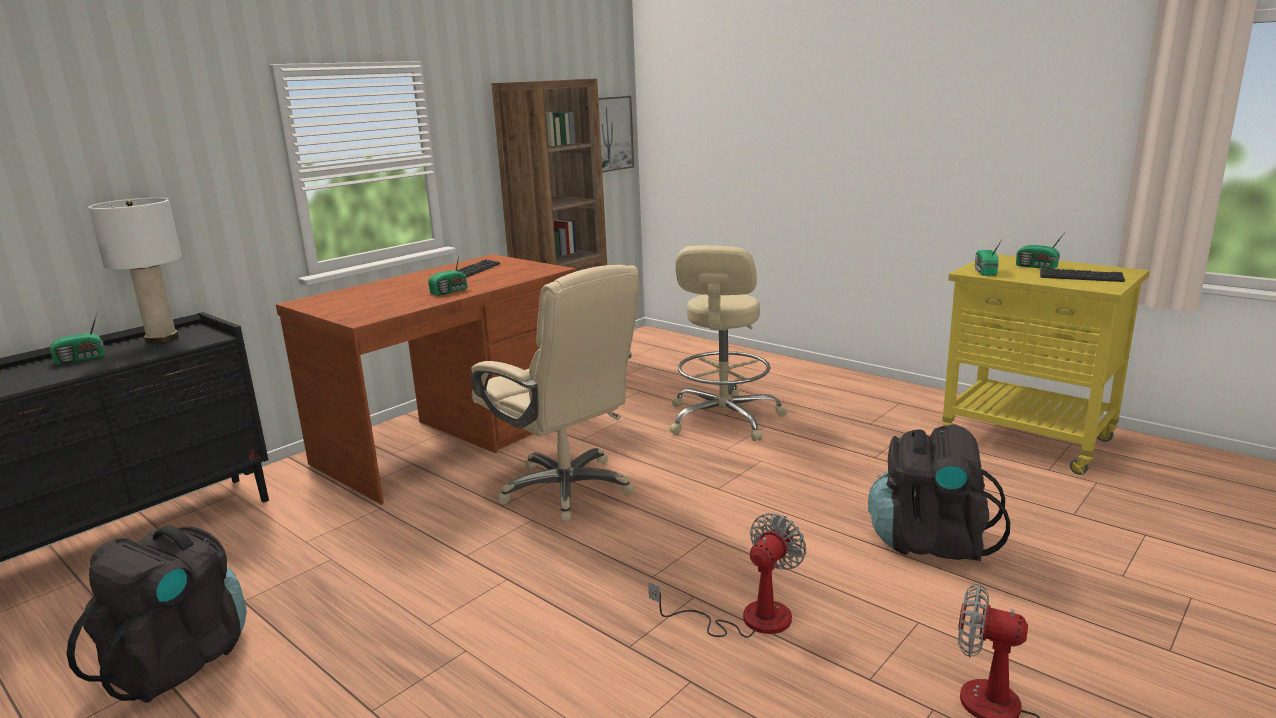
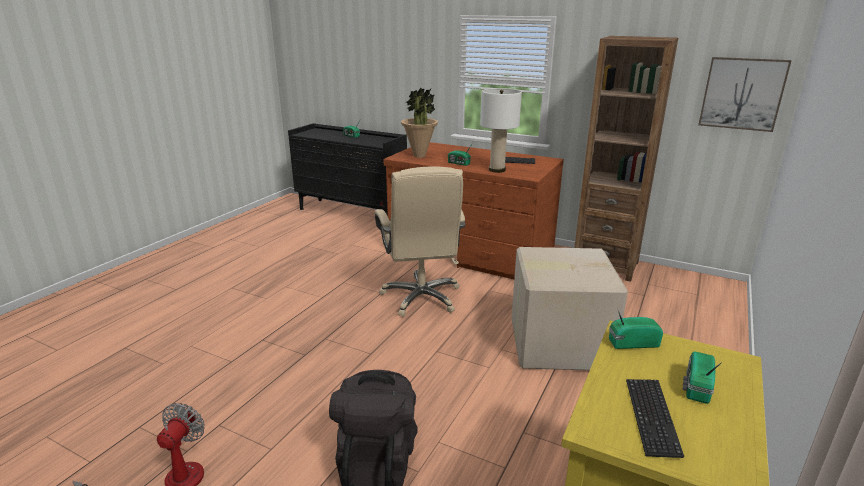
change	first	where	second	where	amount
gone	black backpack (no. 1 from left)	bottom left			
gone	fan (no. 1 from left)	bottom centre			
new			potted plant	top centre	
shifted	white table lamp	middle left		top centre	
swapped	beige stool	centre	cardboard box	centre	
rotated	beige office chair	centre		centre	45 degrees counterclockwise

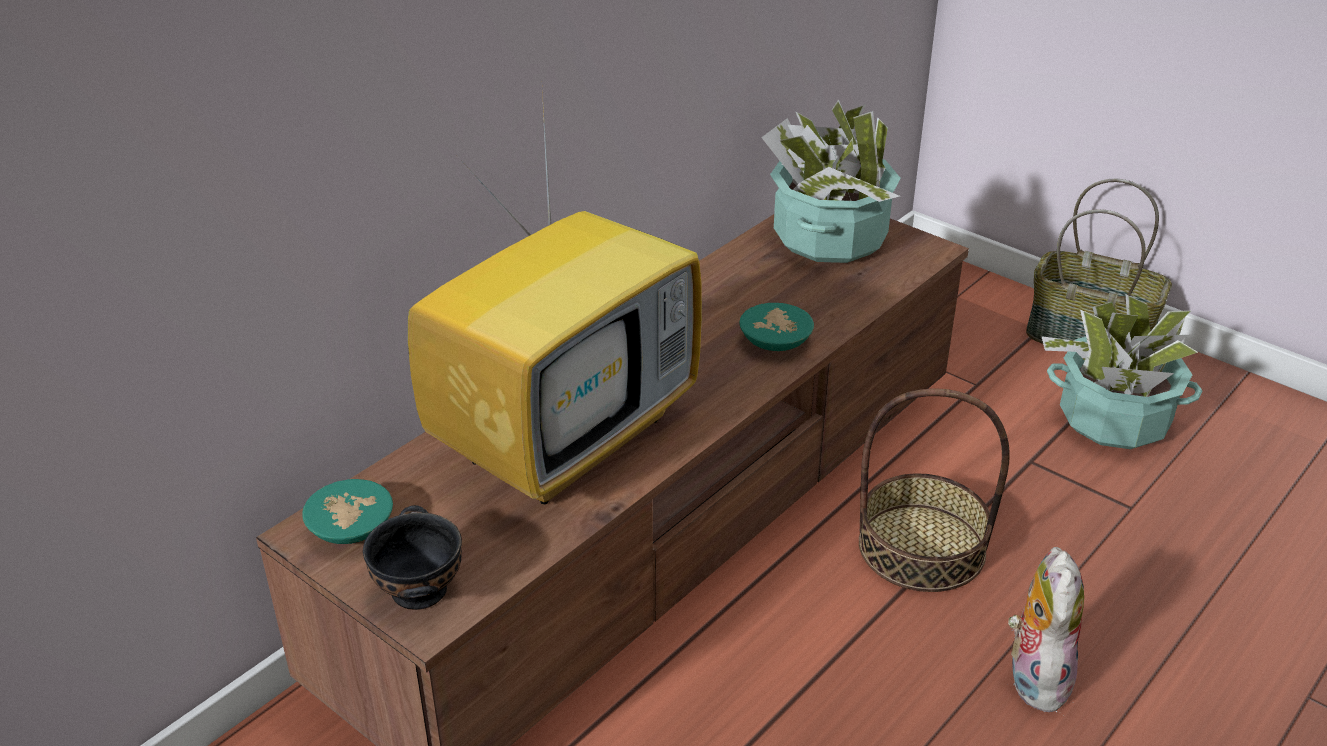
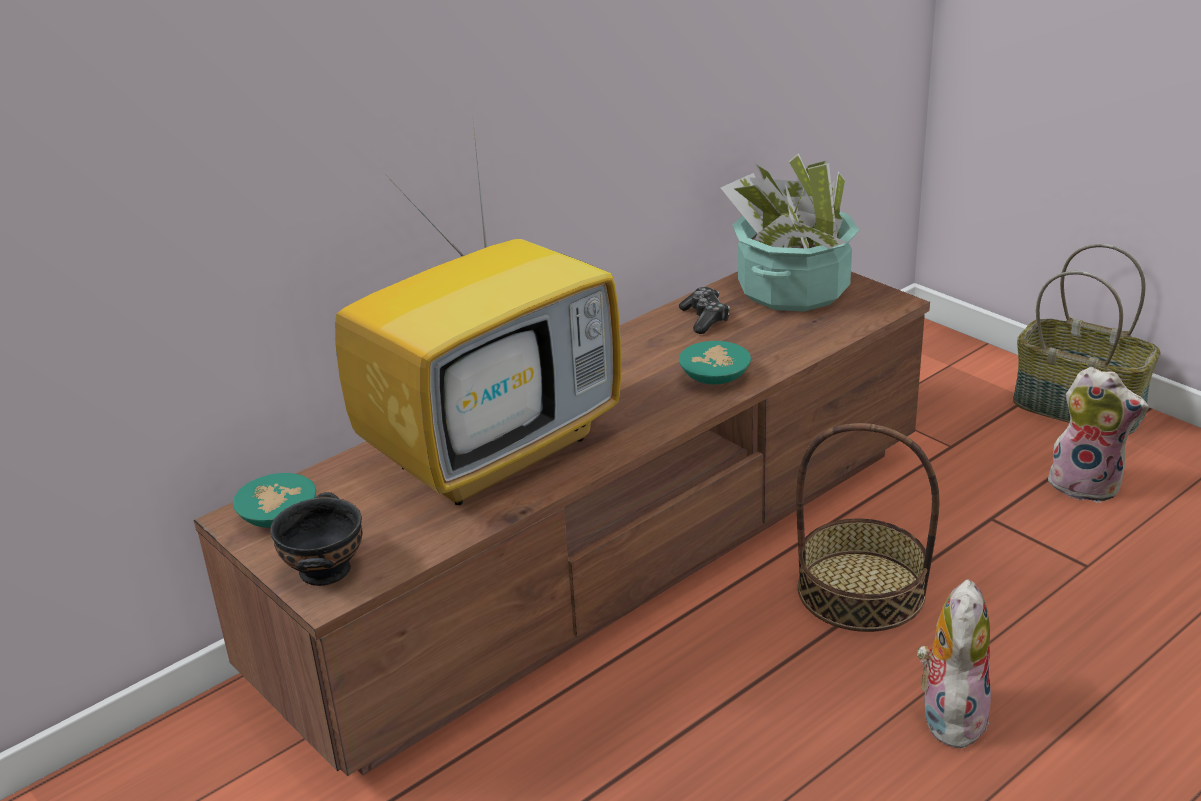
change	first	where	second	where	amount
new			game controller	centre	
swapped	potted plant (no. 2 from left)	middle right	plush toy (no. 2 from left)	middle right	

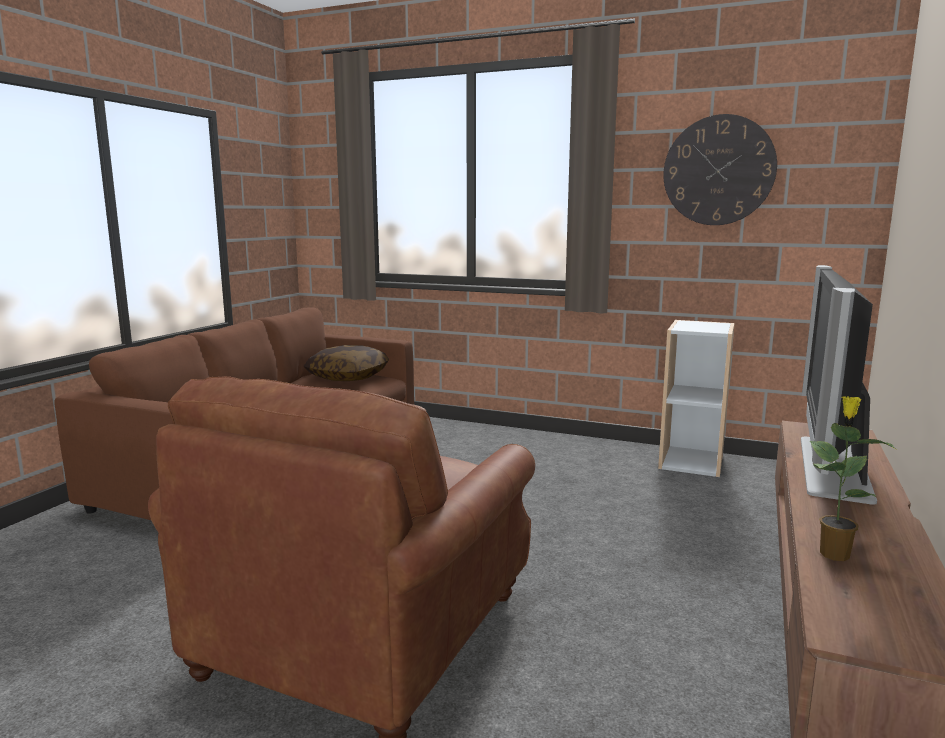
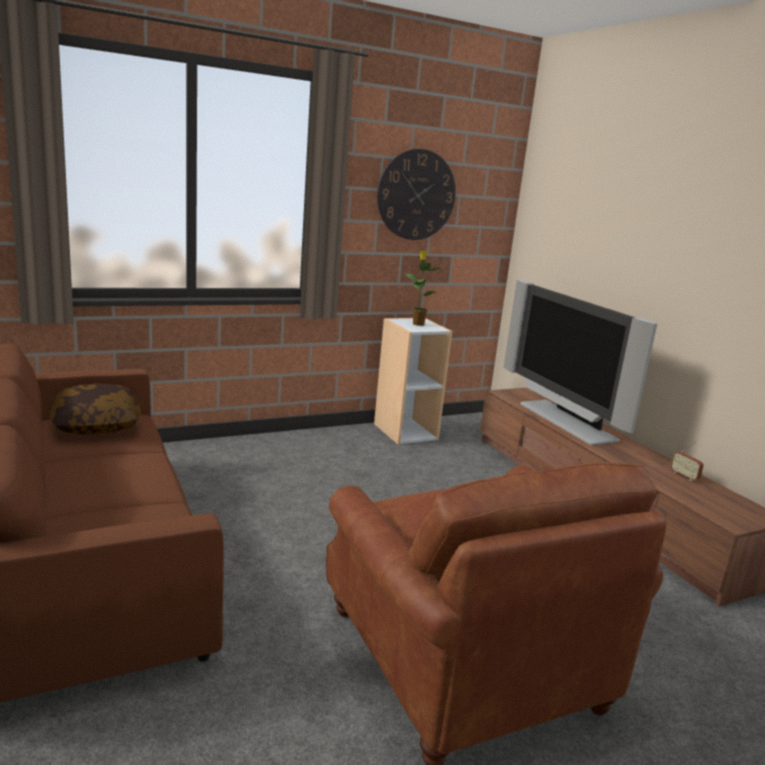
change	first	where	second	where	amount
new			radio	middle right	
shifted	potted plant	middle right		centre	

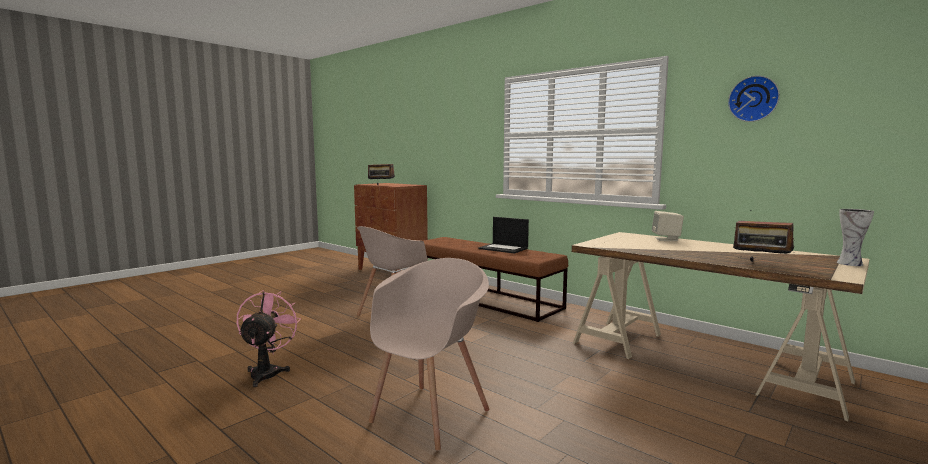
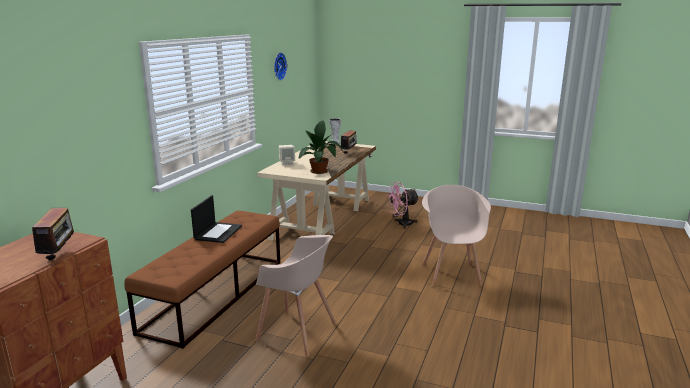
change	first	where	second	where	amount
new			potted plant	centre	
shifted	pink fan	bottom left		centre	
rotated	beige chair (no. 2 from left)	bottom centre		centre	75 degrees clockwise

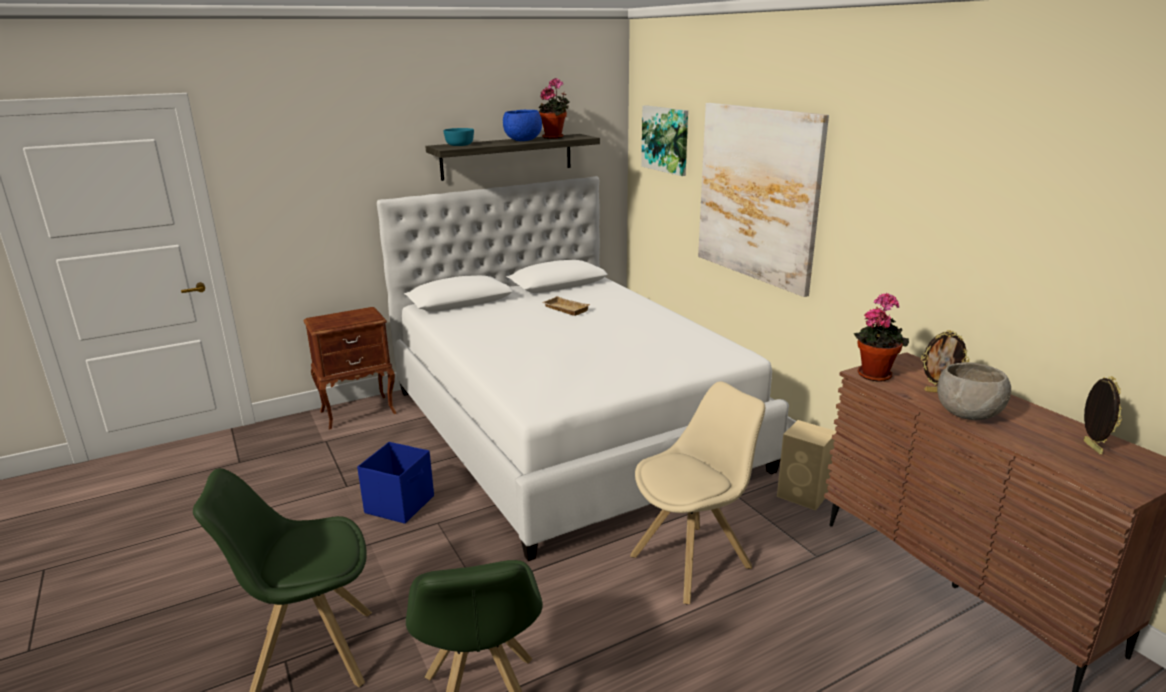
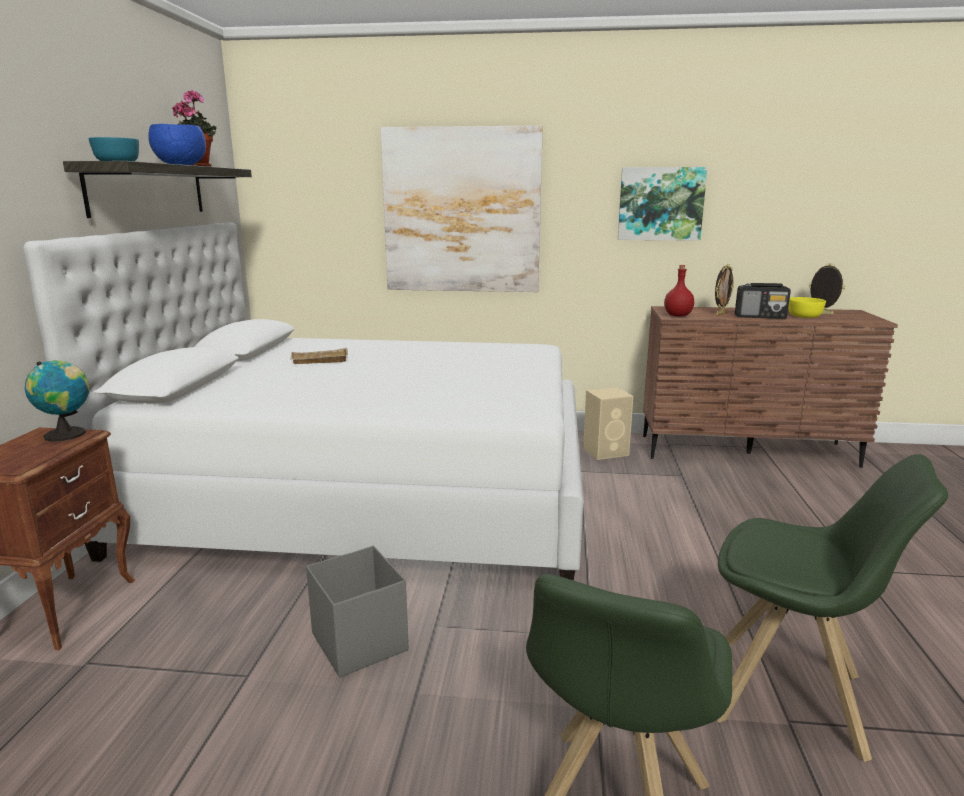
change	first	where	second	where	amount
gone	beige chair	bottom centre			
new			globe	middle left	
new			yellow bowl	middle right	
shifted	picture (no. 1 from left in the first image)	top centre	picture (no. 2 from left)	top right	
swapped	potted plant (no. 2 from left)	middle right	red bottle	middle right	
swapped	grey bowl	middle right	radio	middle right	
repainted	blue storage box	bottom centre	grey storage box	bottom centre	

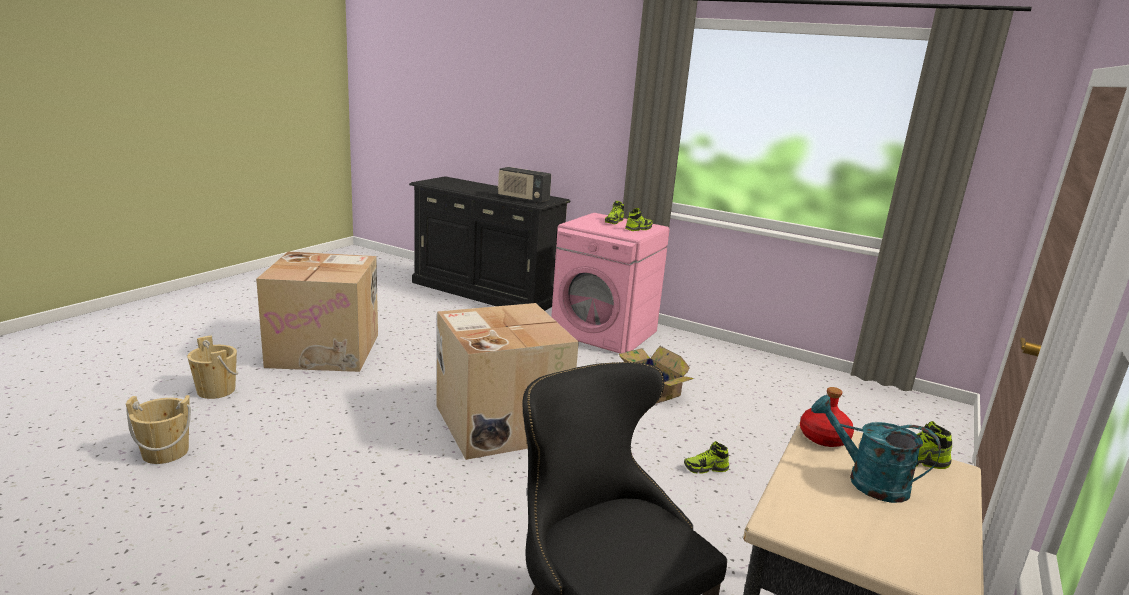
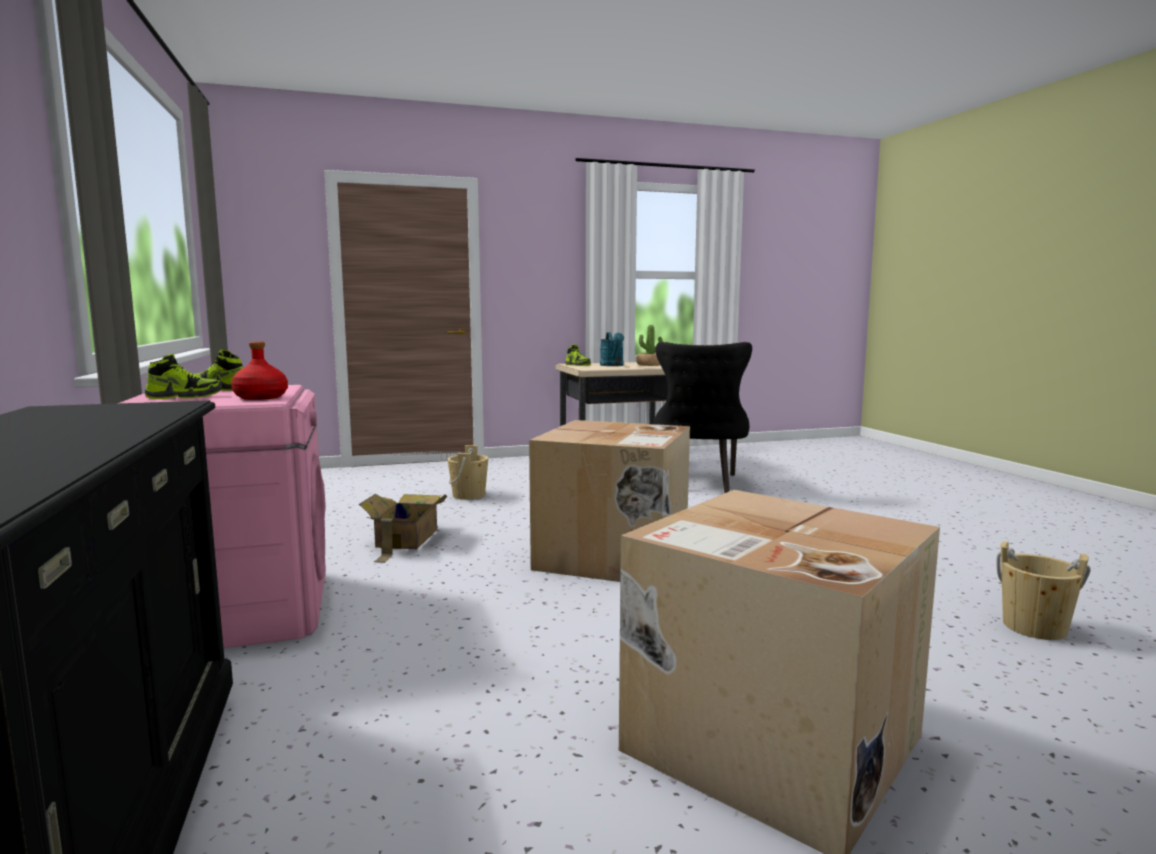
change	first	where	second	where	amount
gone	radio	top centre			
gone	shoe (no. 3 from left)	bottom centre			
new			potted plant	centre	
shifted	beige bucket (no. 2 from left in the first image)	middle left	beige bucket (no. 1 from left)	centre	
shifted	red bottle	bottom right		middle left	

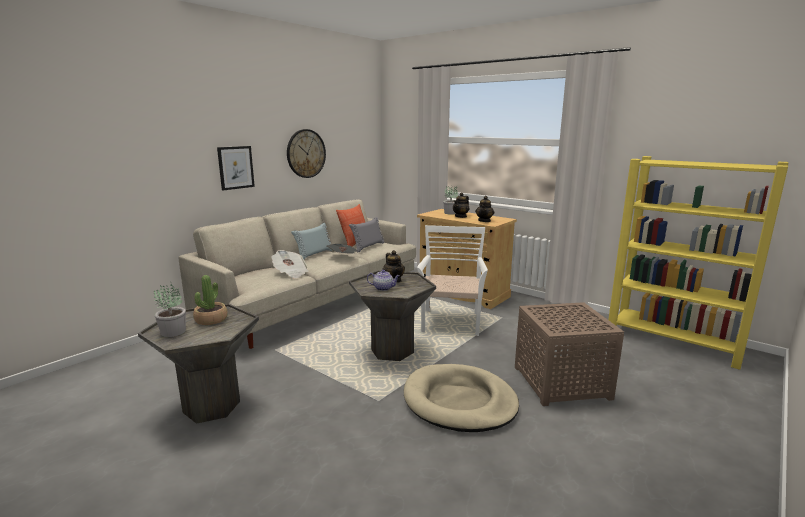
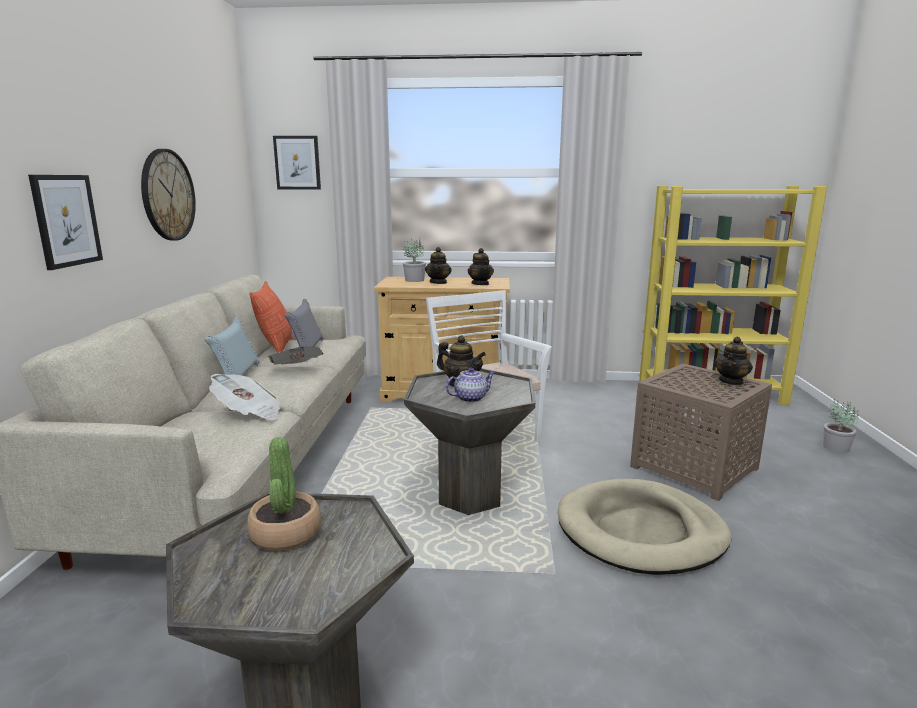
change	first	where	second	where	amount
new			picture (no. 2 from left)	top left	
new			teapot (no. 5 from left)	middle right	
shifted	potted plant (no. 1 from left in the first image)	middle left	potted plant (no. 3 from left)	middle right	

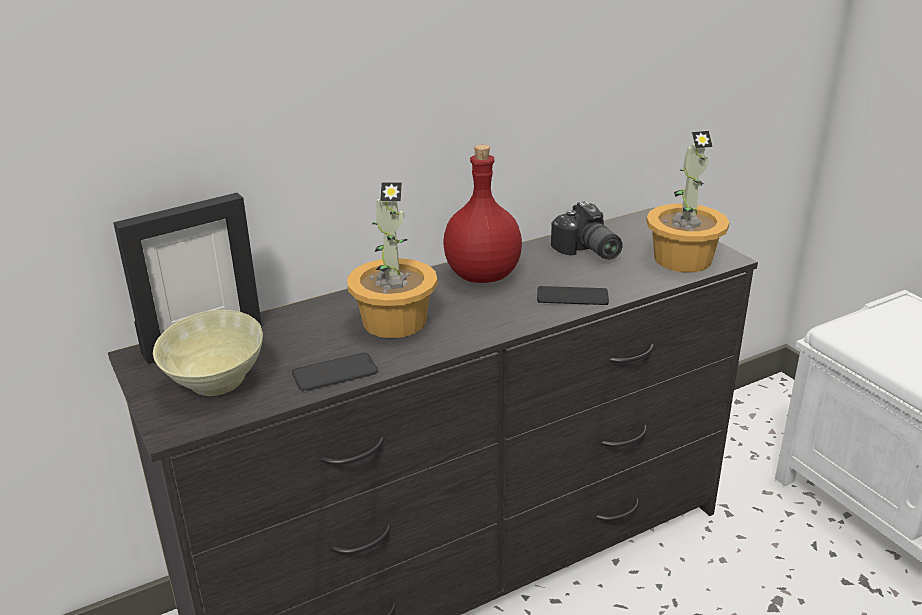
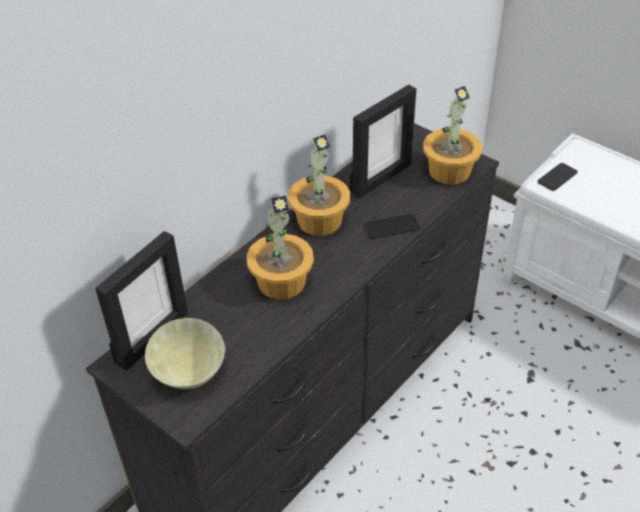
change	first	where	second	where	amount
shifted	phone (no. 1 from left in the first image)	centre	phone (no. 2 from left)	middle right	
swapped	red bottle	centre	potted plant (no. 2 from left)	centre	
swapped	photo camera	centre	picture frame (no. 2 from left)	top centre	

